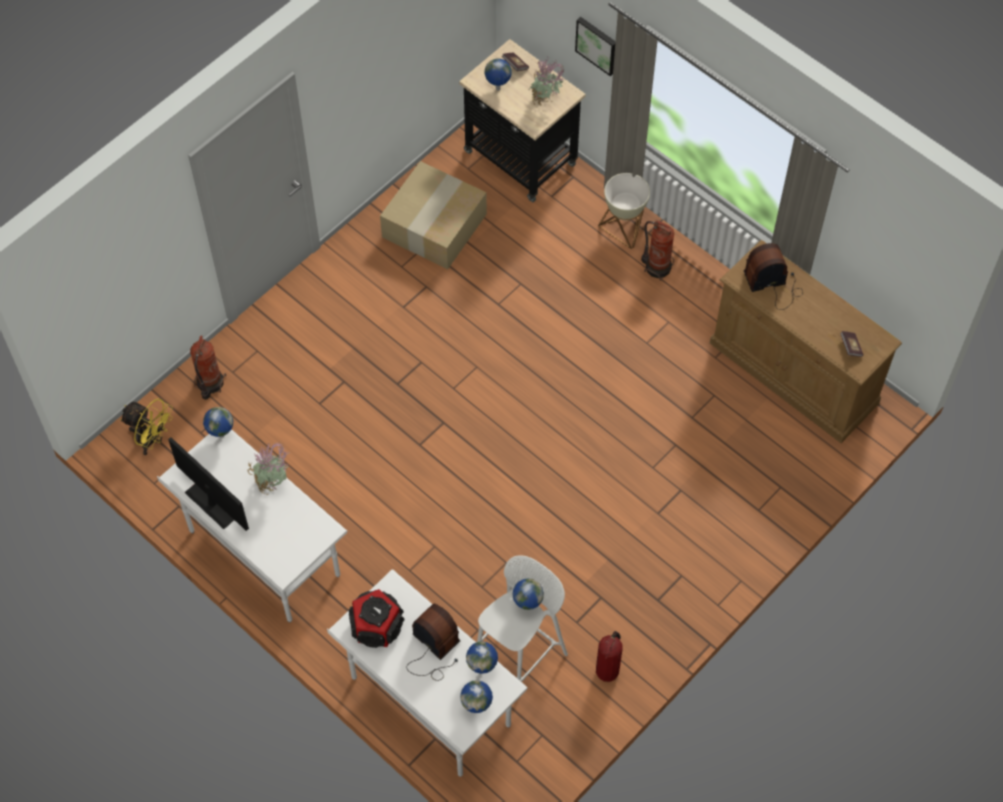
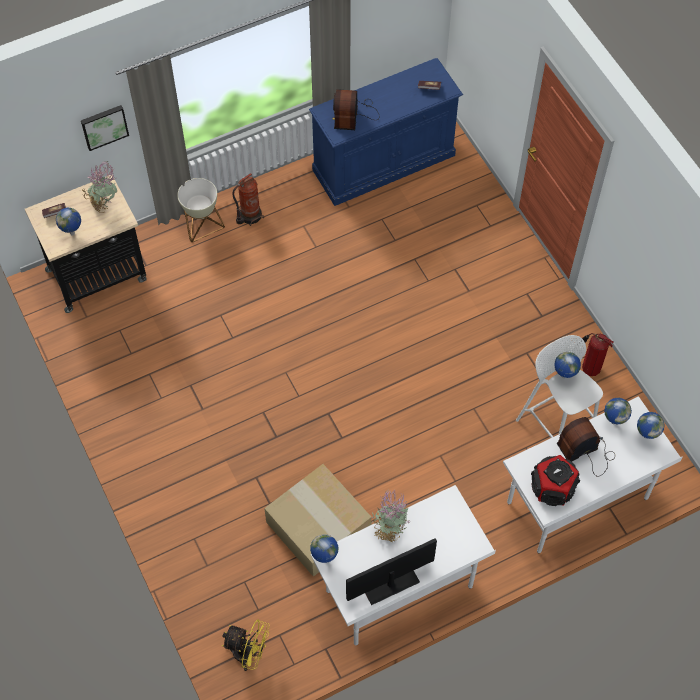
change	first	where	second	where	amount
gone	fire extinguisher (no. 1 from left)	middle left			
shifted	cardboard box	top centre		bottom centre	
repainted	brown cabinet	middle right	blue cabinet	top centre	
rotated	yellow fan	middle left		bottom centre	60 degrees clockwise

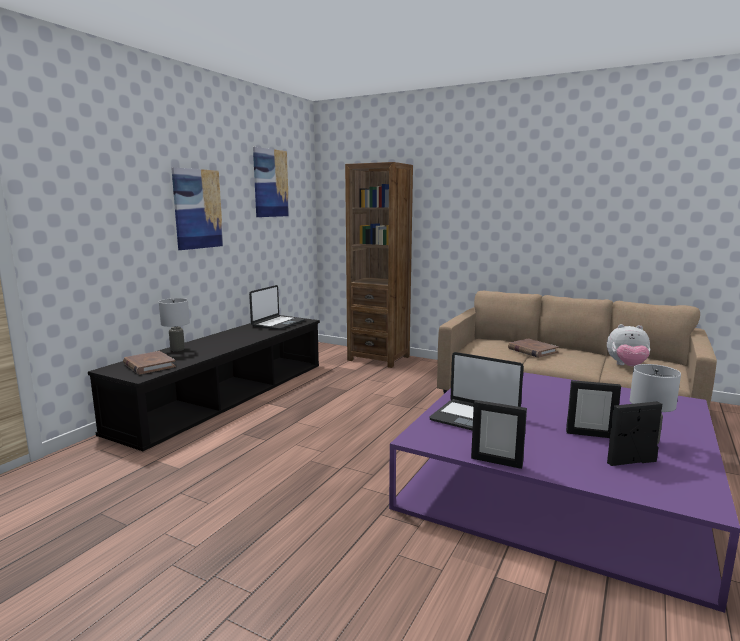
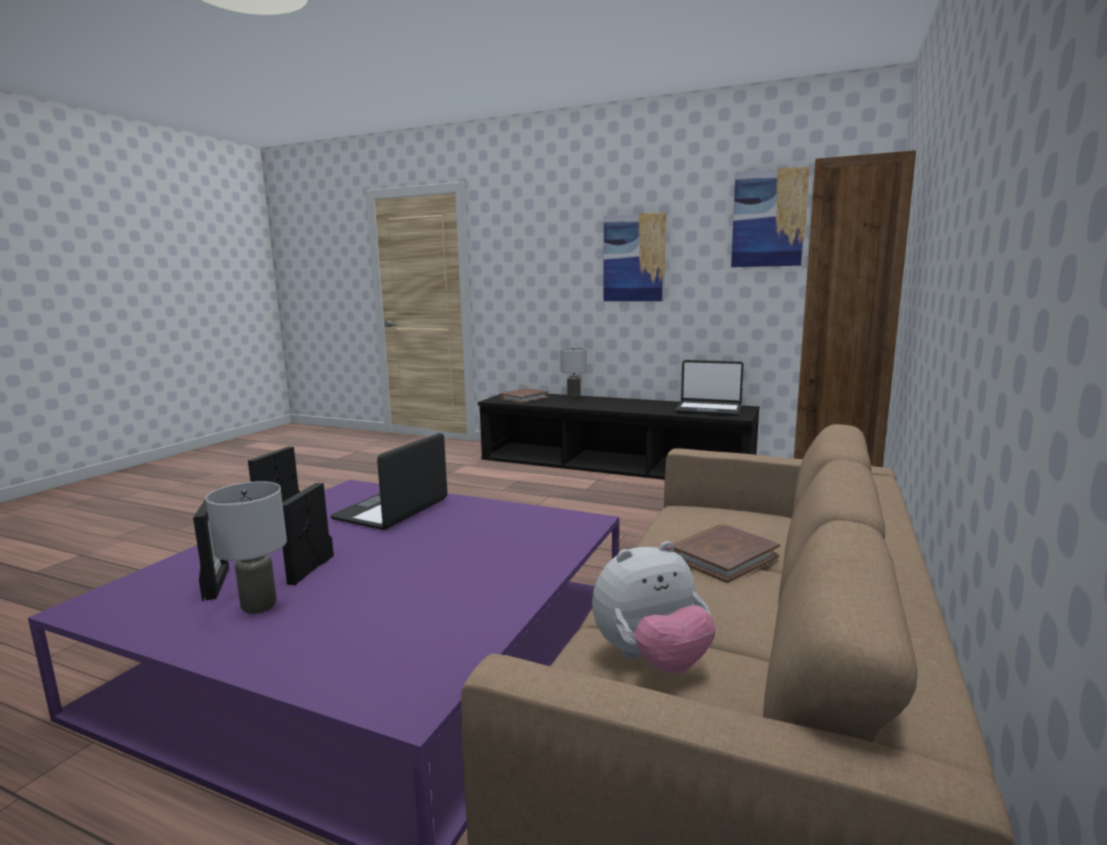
change	first	where	second	where	amount
rotated	plush toy	middle right		bottom centre	120 degrees counterclockwise

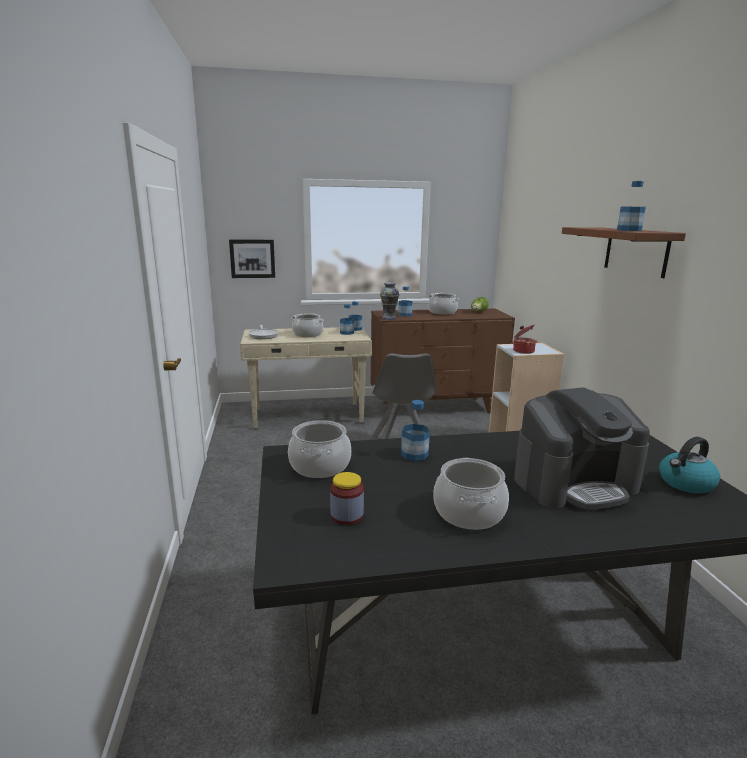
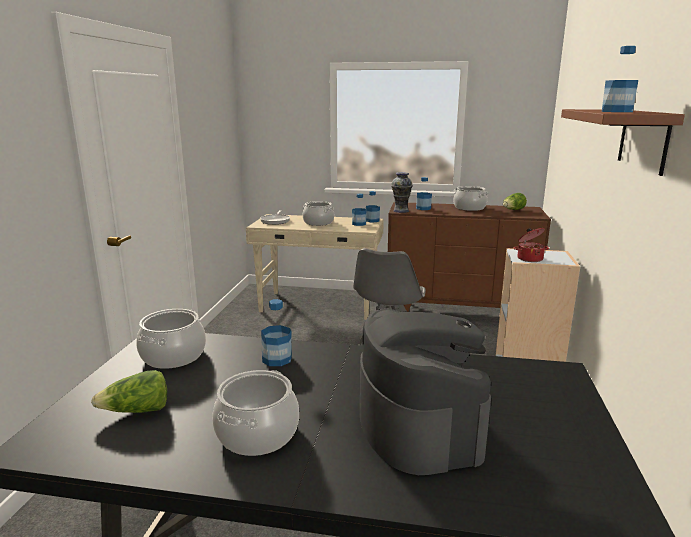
change	first	where	second	where	amount
gone	picture	centre			
gone	kettle	middle right			
swapped	jar	centre	lettuce (no. 1 from left)	bottom left	
rotated	coffee machine	middle right		bottom centre	105 degrees counterclockwise

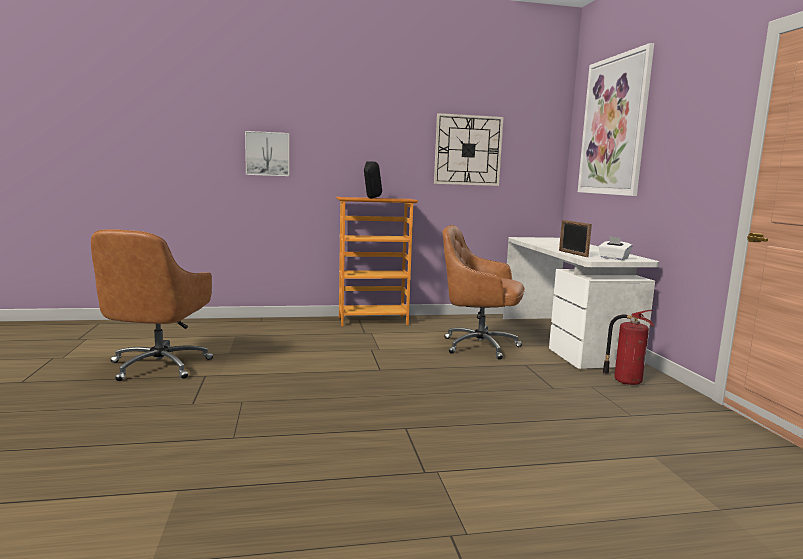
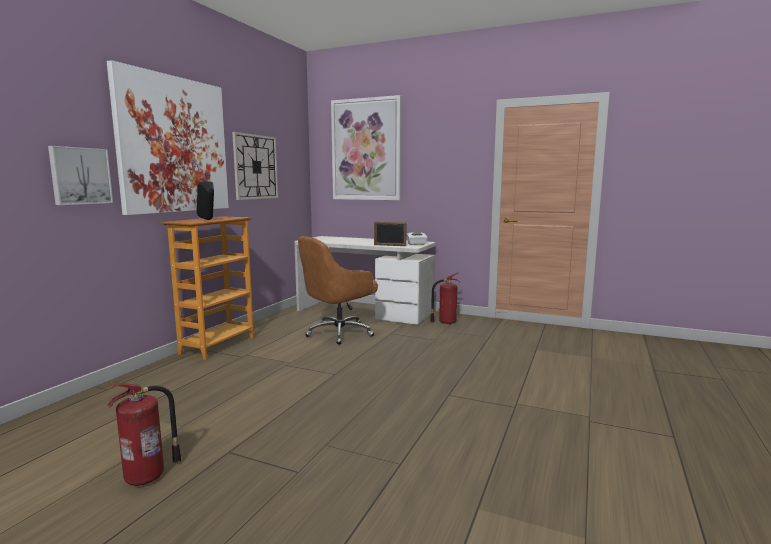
change	first	where	second	where	amount
new			picture (no. 2 from left)	top left	
swapped	brown office chair (no. 1 from left)	middle left	fire extinguisher (no. 1 from left)	bottom left	

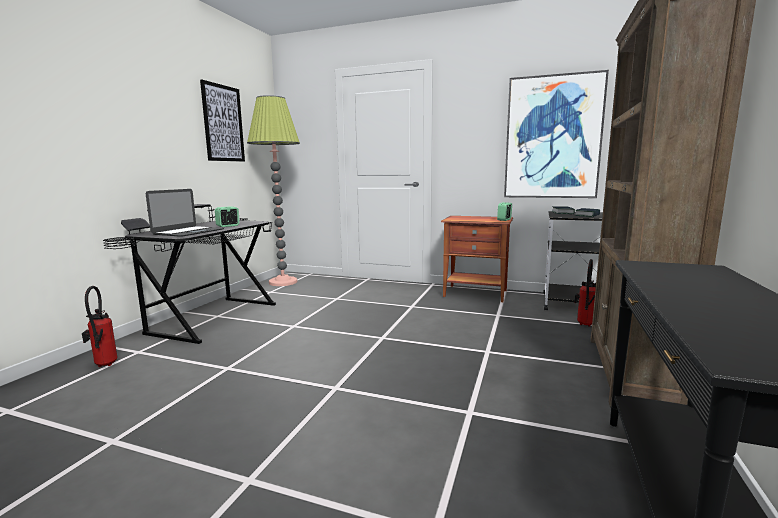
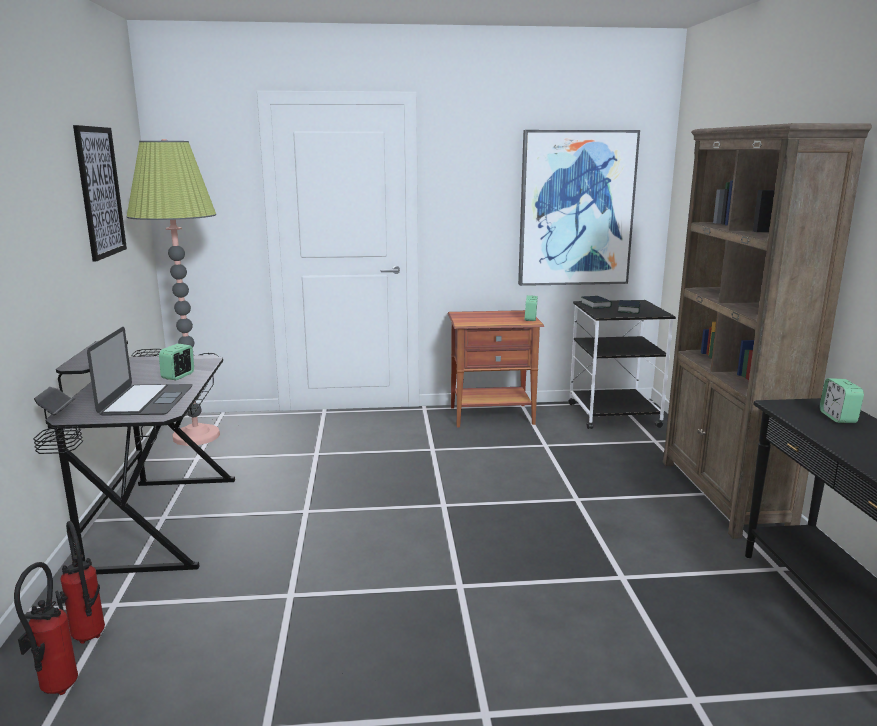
change	first	where	second	where	amount
new			alarm clock (no. 3 from left)	middle right	
shifted	fire extinguisher (no. 2 from left in the first image)	middle right	fire extinguisher (no. 1 from left)	bottom left	

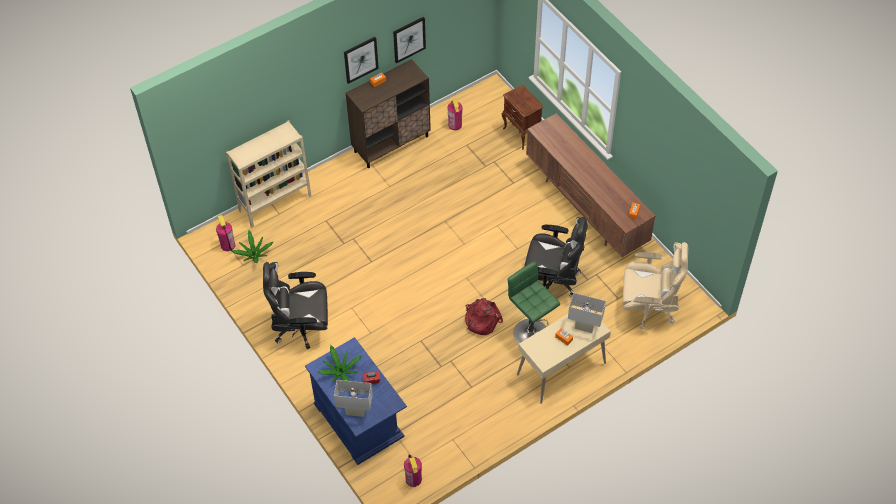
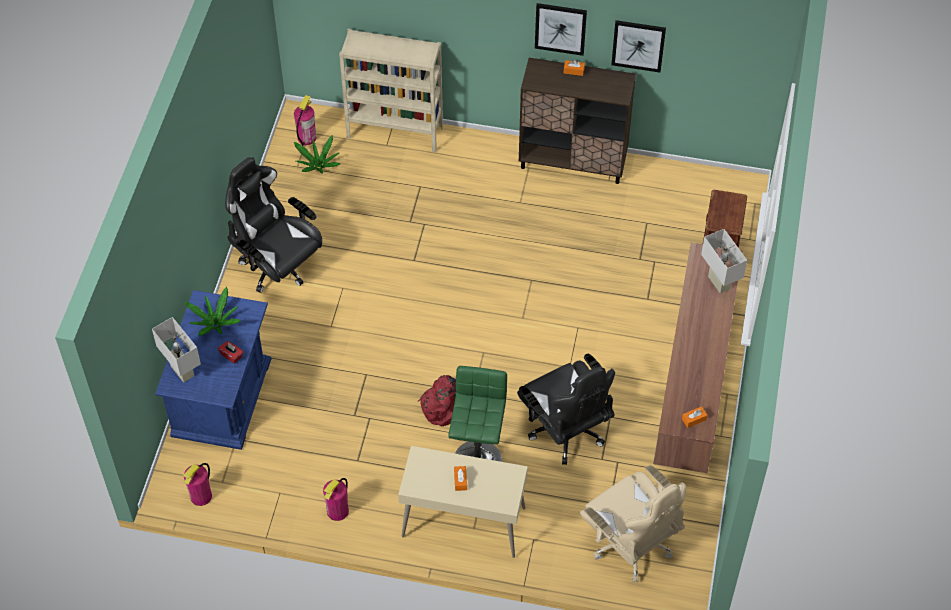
change	first	where	second	where	amount
shifted	fire extinguisher (no. 3 from left)	top centre		bottom centre	
shifted	white table lamp (no. 2 from left)	centre		middle right	

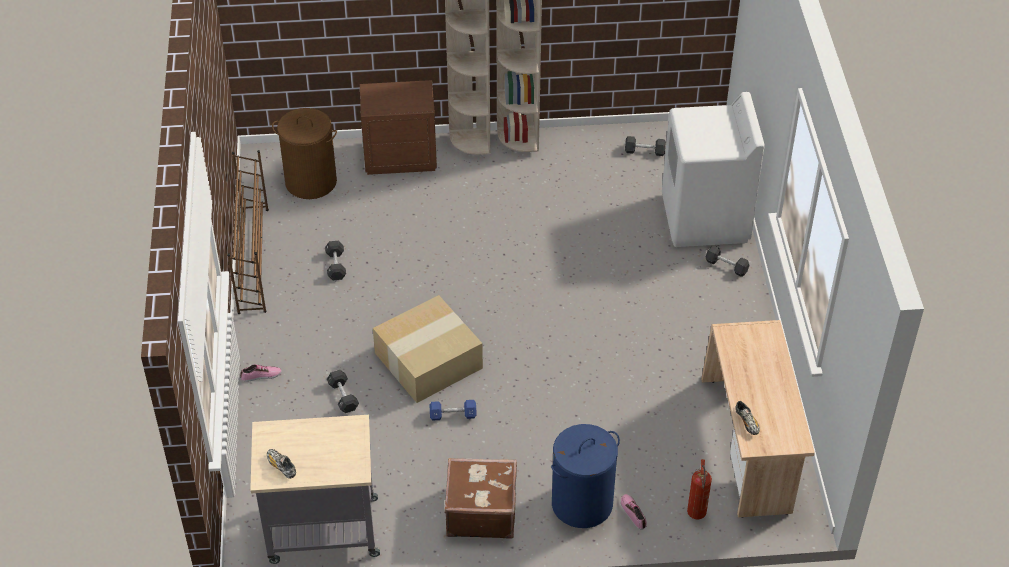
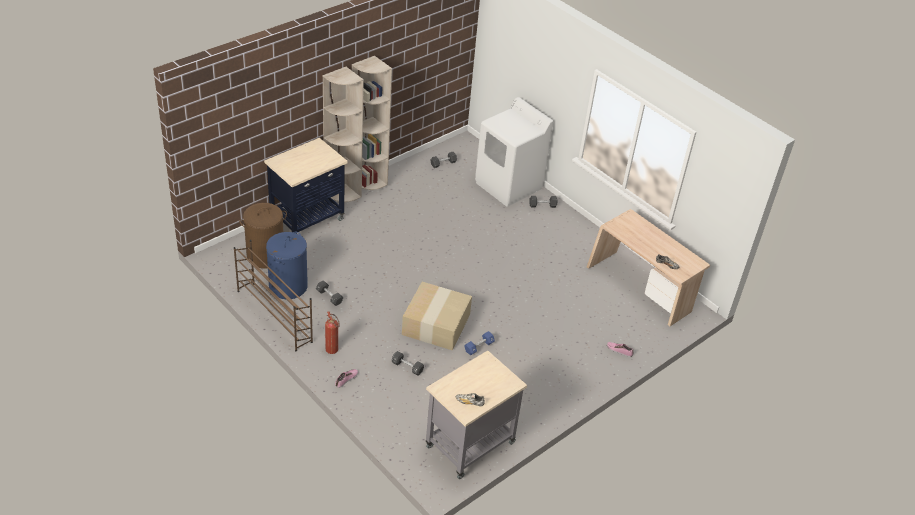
change	first	where	second	where	amount
gone	brown suitcase	bottom centre			
shifted	blue laundry basket	bottom centre		middle left	
shifted	fire extinguisher	bottom right		centre	
swapped	brown nightstand	top centre	blue cart	centre	

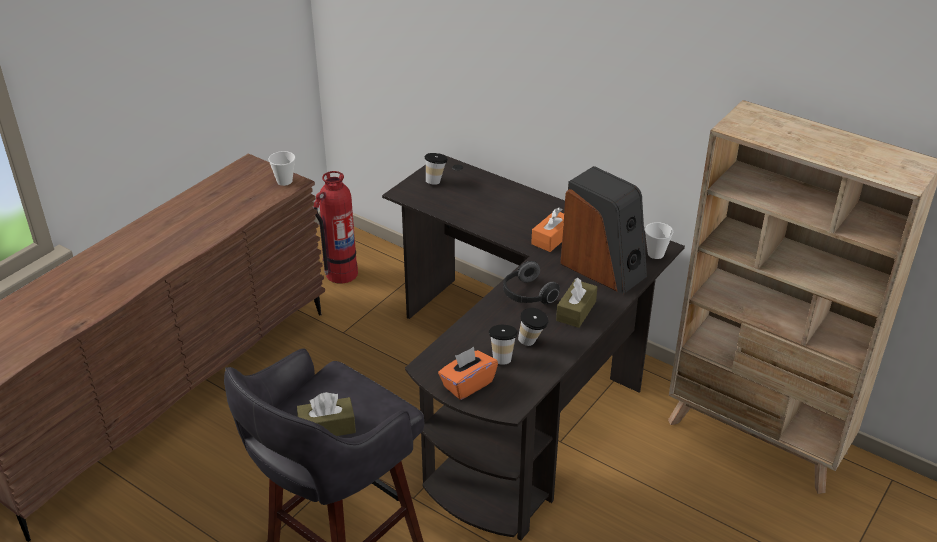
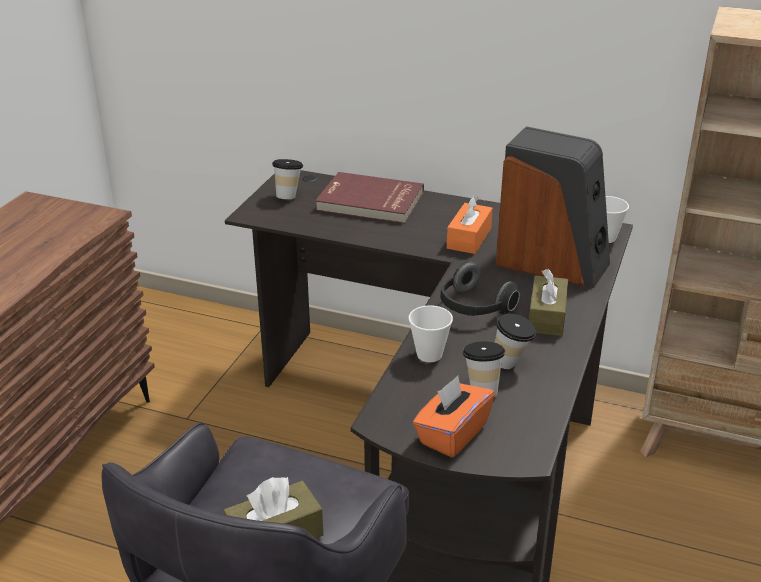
change	first	where	second	where	amount
gone	fire extinguisher	centre			
new			red book	centre	
shifted	cup (no. 1 from left in the first image)	top left	cup (no. 2 from left)	centre	

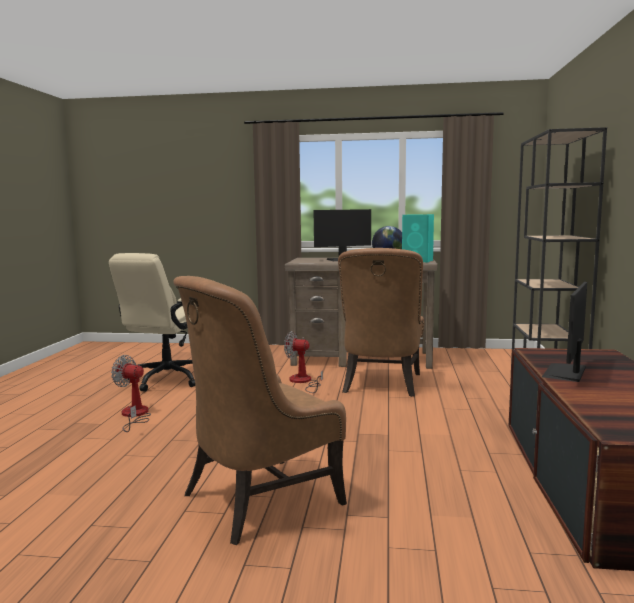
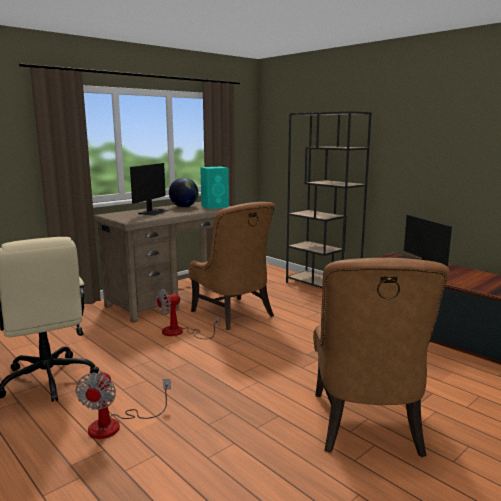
change	first	where	second	where	amount
rotated	fan (no. 1 from left)	middle left		bottom left	60 degrees counterclockwise

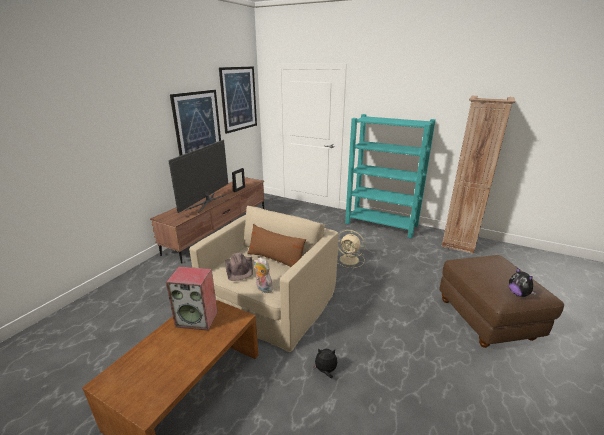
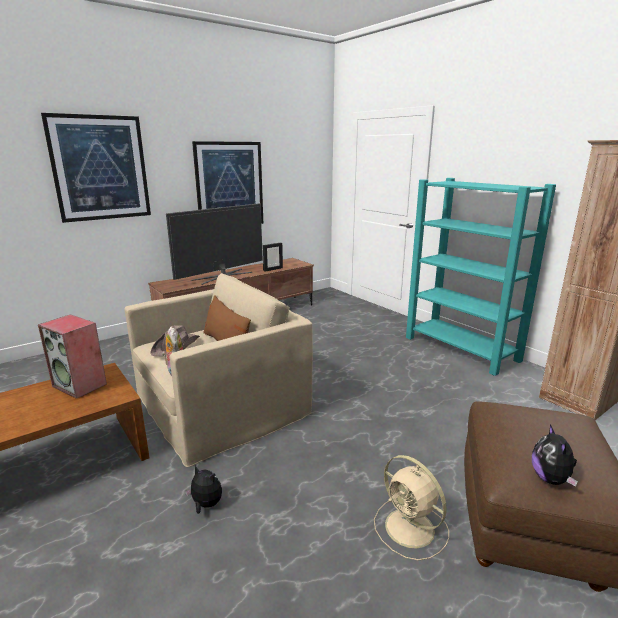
change	first	where	second	where	amount
shifted	picture (no. 2 from left in the first image)	top centre	picture (no. 1 from left)	top left	
shifted	beige fan	centre		bottom centre	

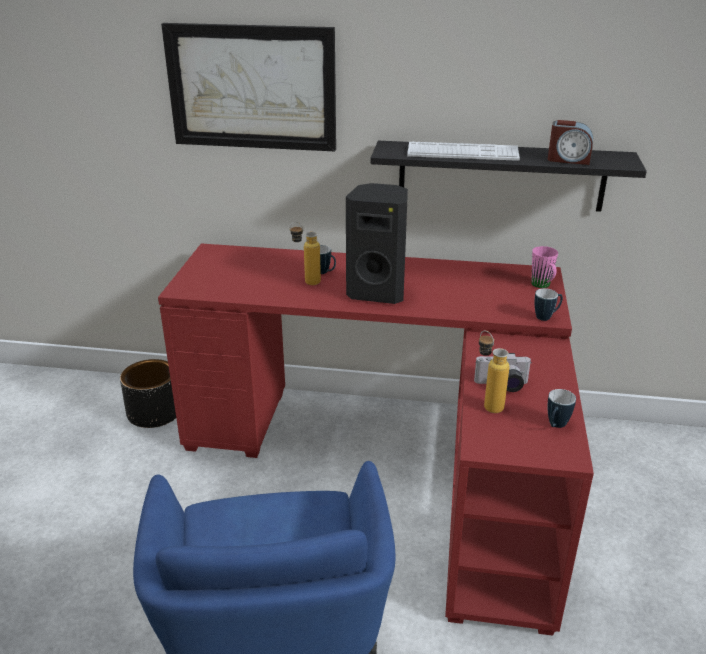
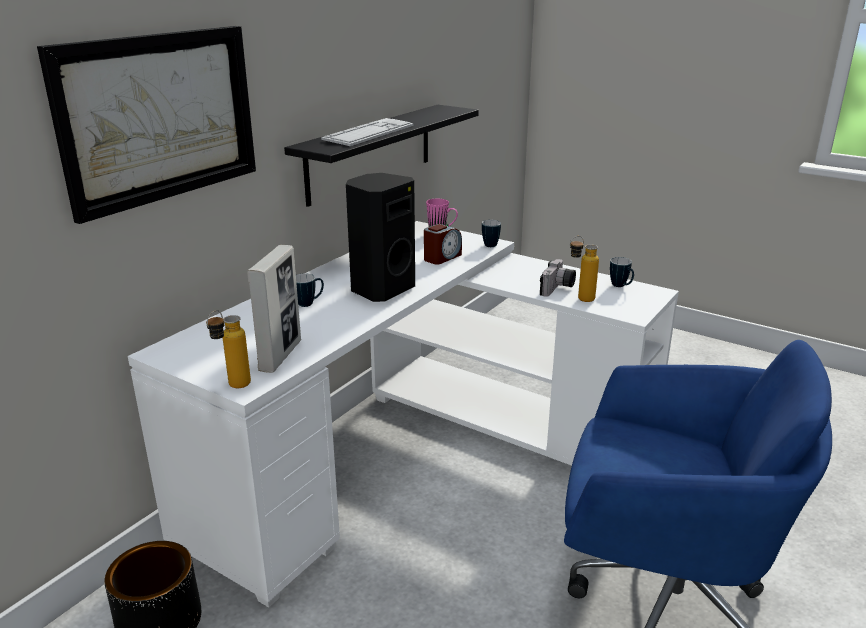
change	first	where	second	where	amount
new			picture frame	middle left	
shifted	bottle (no. 1 from left)	centre		middle left	
shifted	alarm clock	top right		centre	
repainted	red desk	bottom centre	white desk	centre	

